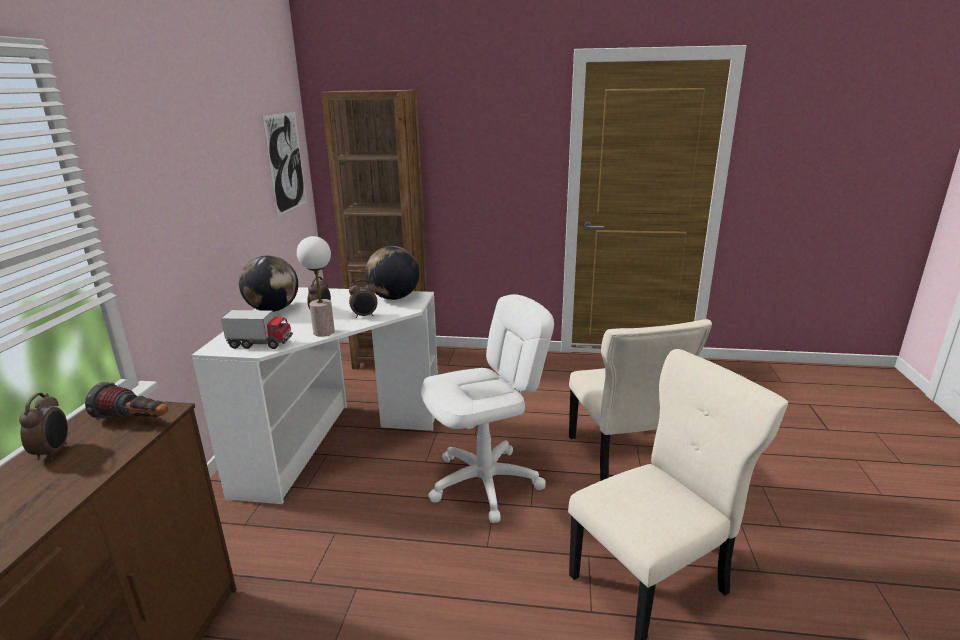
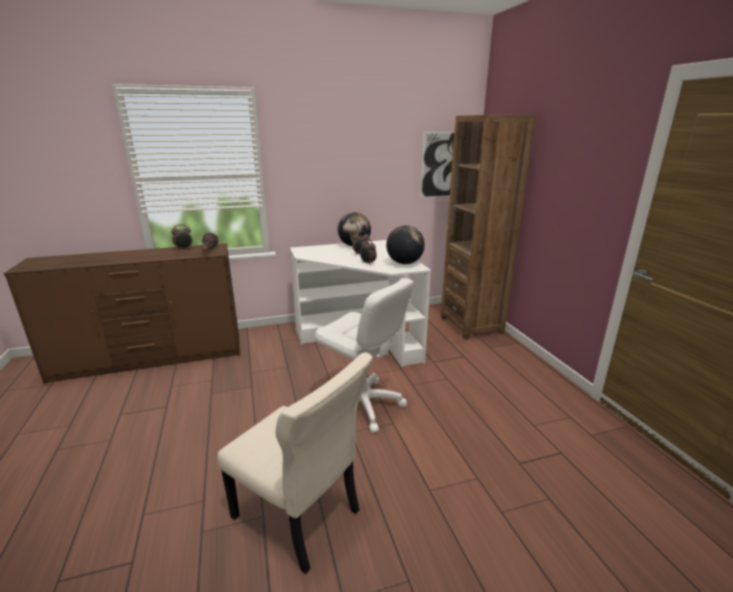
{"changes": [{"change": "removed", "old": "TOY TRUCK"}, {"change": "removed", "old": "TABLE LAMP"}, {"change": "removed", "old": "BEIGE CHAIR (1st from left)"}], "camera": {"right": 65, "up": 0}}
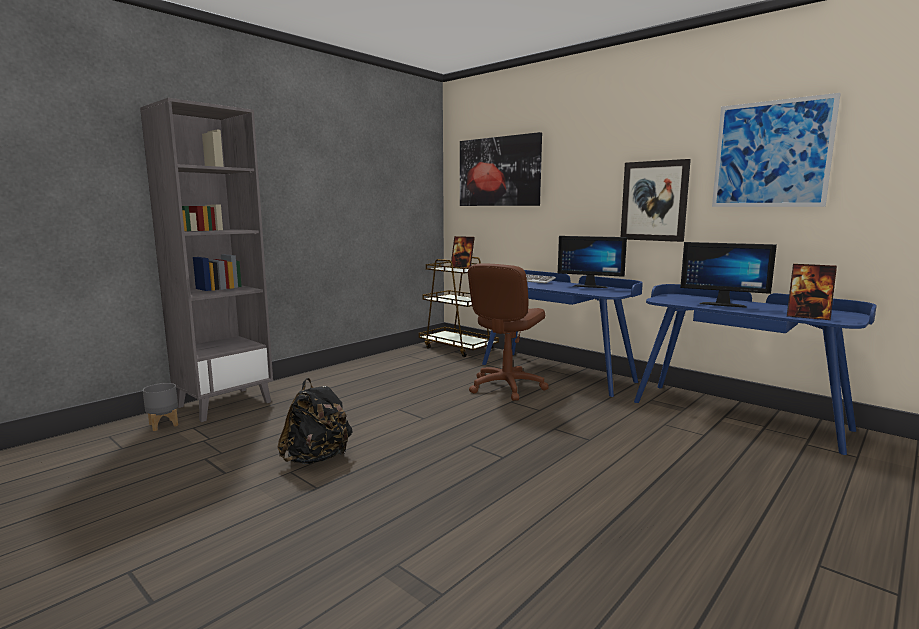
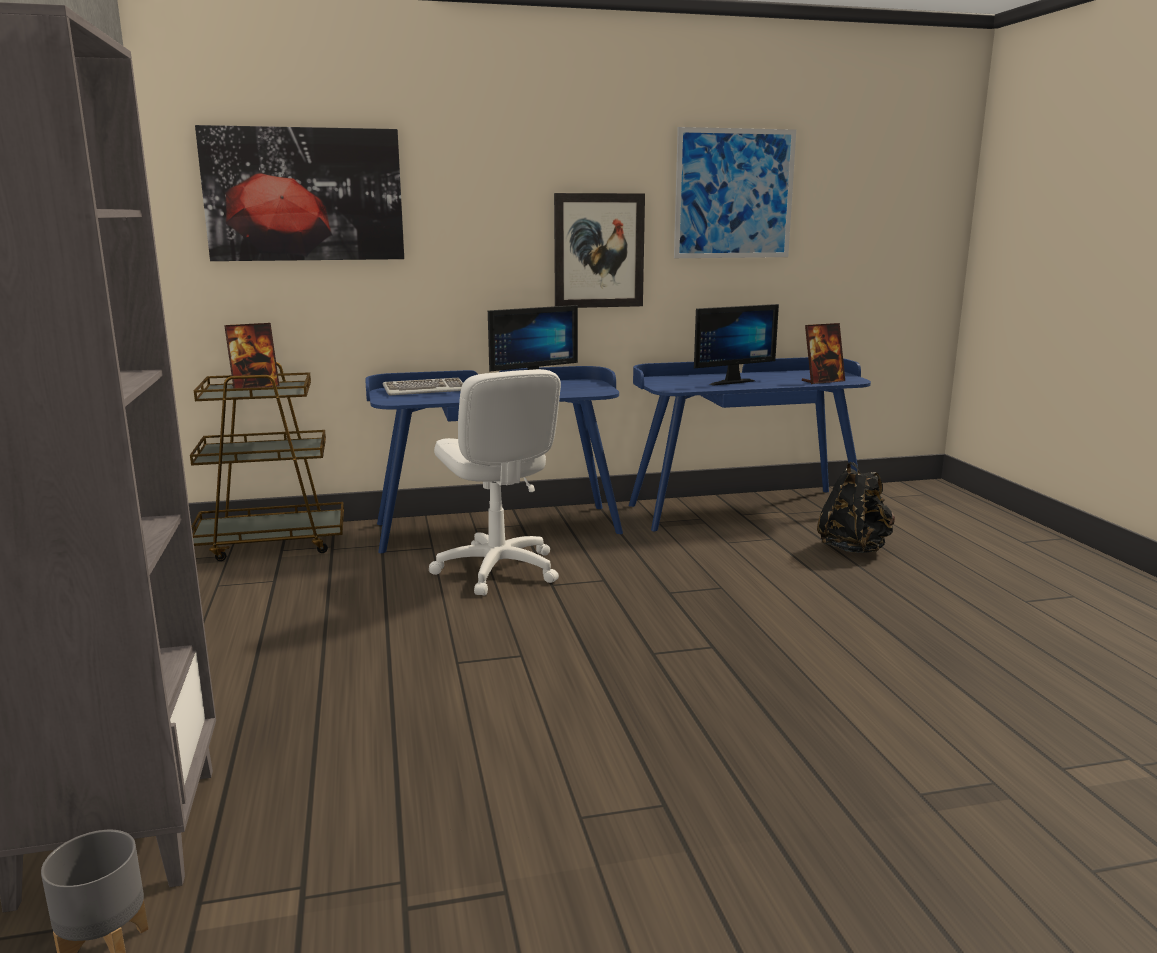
{"changes": [{"change": "moved", "old": "BLACK BACKPACK"}, {"change": "recoloured", "old": "BROWN OFFICE CHAIR", "new": "WHITE OFFICE CHAIR"}], "camera": {"right": -55, "up": 5}}
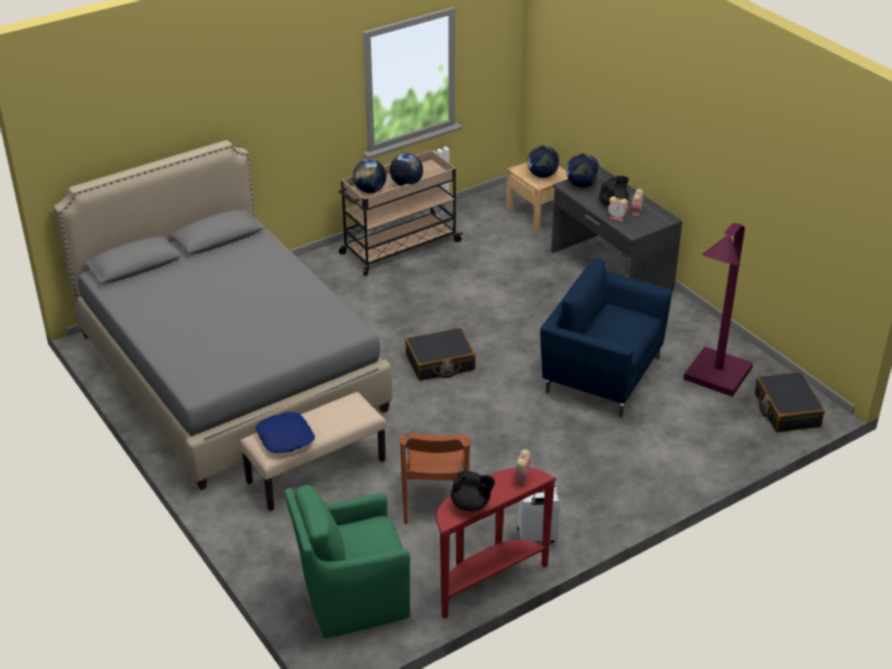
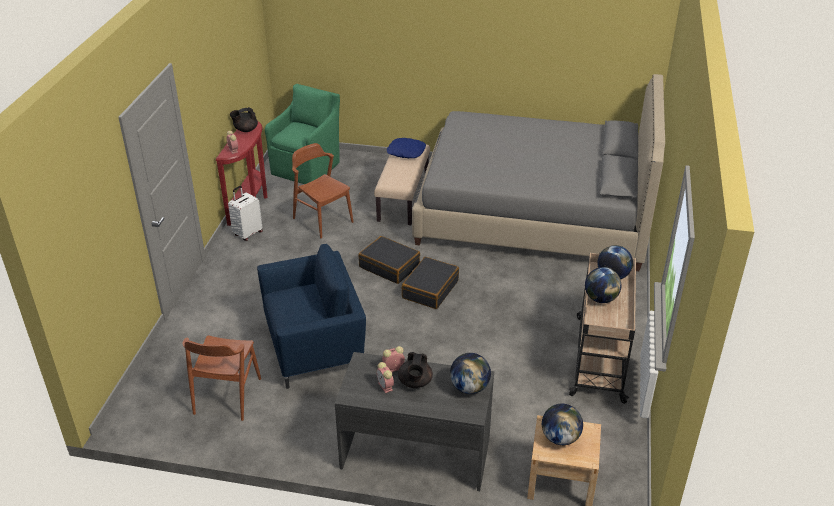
{"changes": [{"change": "replaced", "old": "PURPLE FLOOR LAMP", "new": "BROWN CHAIR (1st from left)"}, {"change": "moved", "old": "BLACK SUITCASE (2nd from left in the first image)", "new": "BLACK SUITCASE (1st from left)"}], "camera": {"right": 135, "up": 0}}
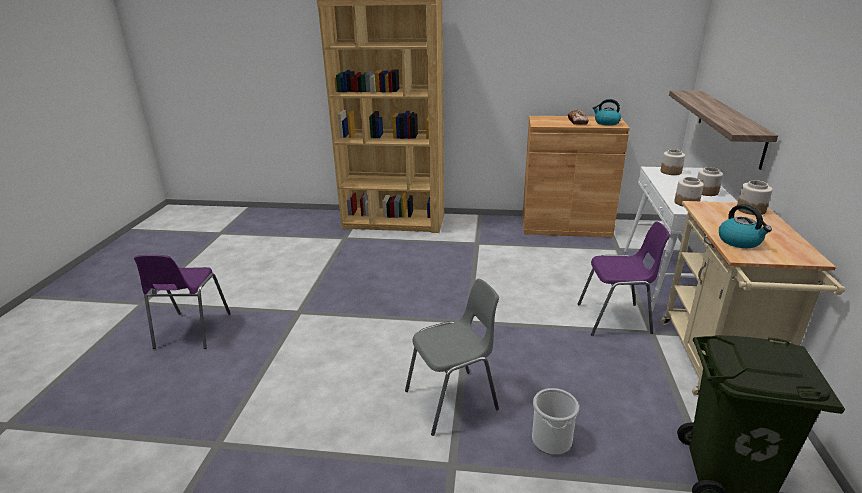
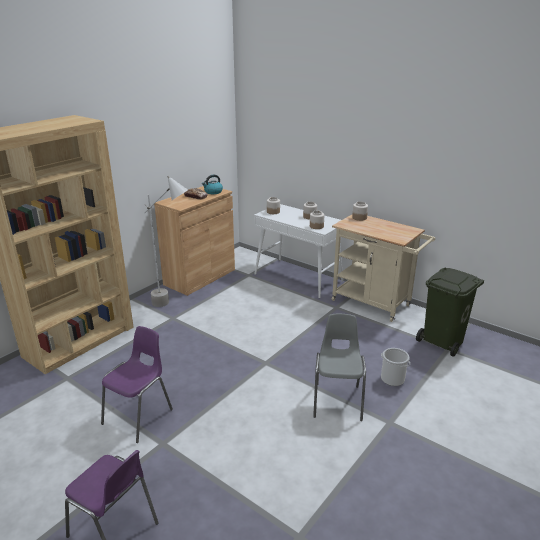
{"changes": [{"change": "moved", "old": "PURPLE CHAIR (2nd from left)"}, {"change": "removed", "old": "SHELF"}, {"change": "removed", "old": "KETTLE (2nd from left)"}, {"change": "added", "new": "GREY FLOOR LAMP"}], "camera": {"right": -60, "up": 0}}
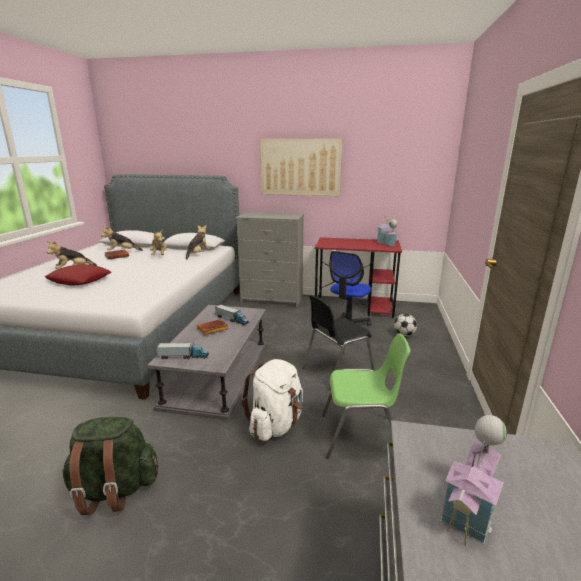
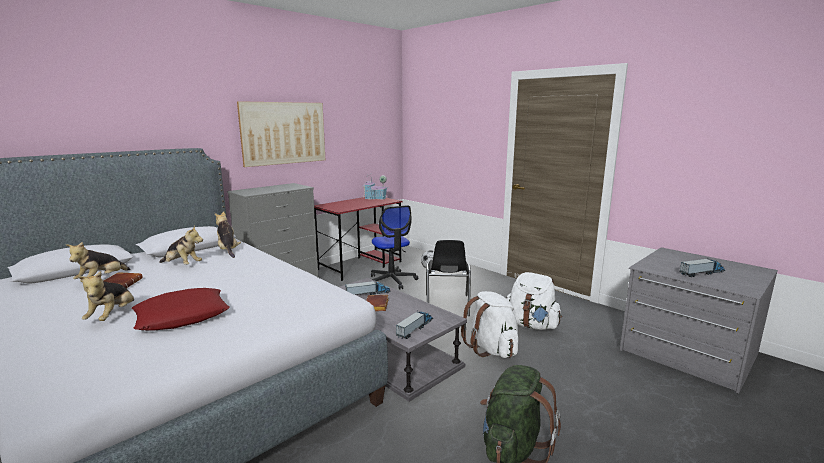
{"changes": [{"change": "replaced", "old": "GREEN CHAIR", "new": "WHITE BACKPACK (2nd from left)"}, {"change": "replaced", "old": "TOY HOUSE (2nd from left)", "new": "TOY TRUCK (3rd from left)"}], "camera": {"right": -55, "up": -5}}
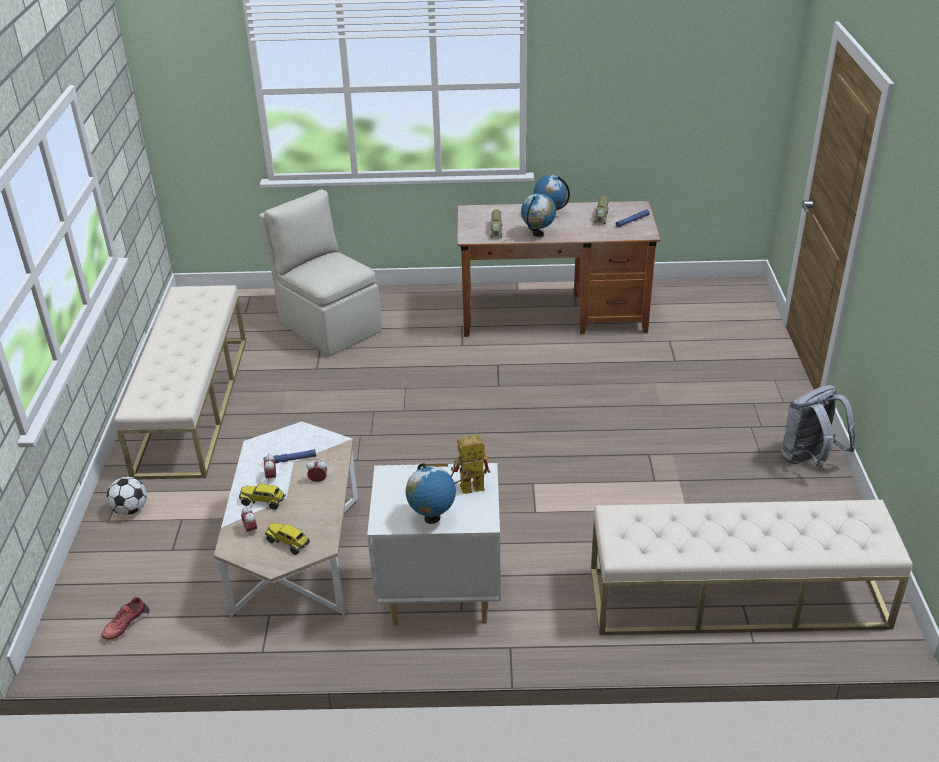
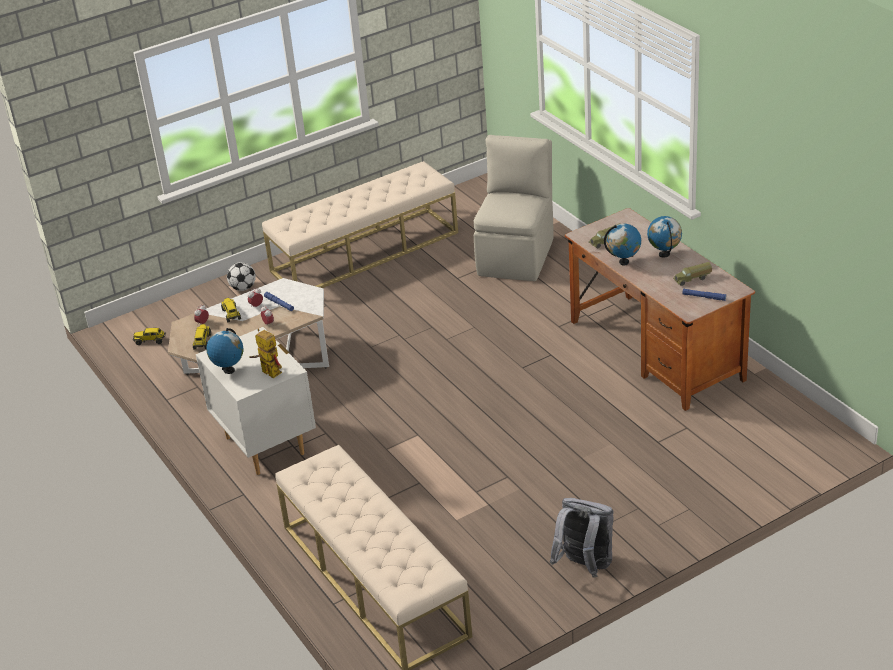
{"changes": [{"change": "replaced", "old": "RED SHOE", "new": "TOY TRUCK (1st from left)"}], "camera": {"right": 60, "up": 0}}
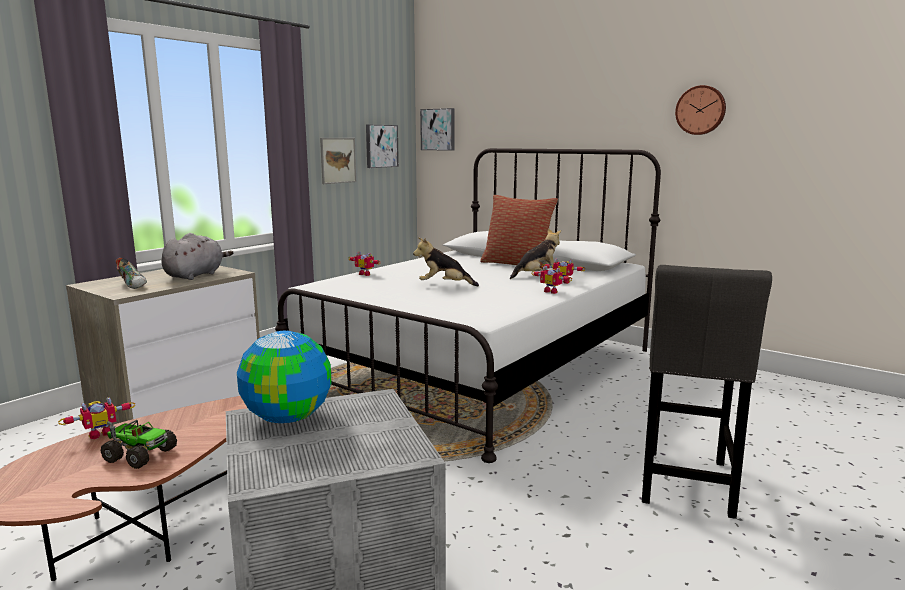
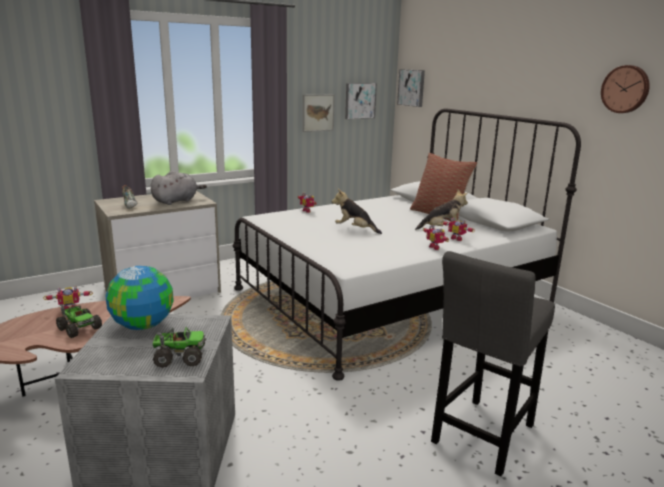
{"changes": [{"change": "added", "new": "TOY TRUCK (2nd from left)"}], "camera": {"right": 20, "up": 5}}
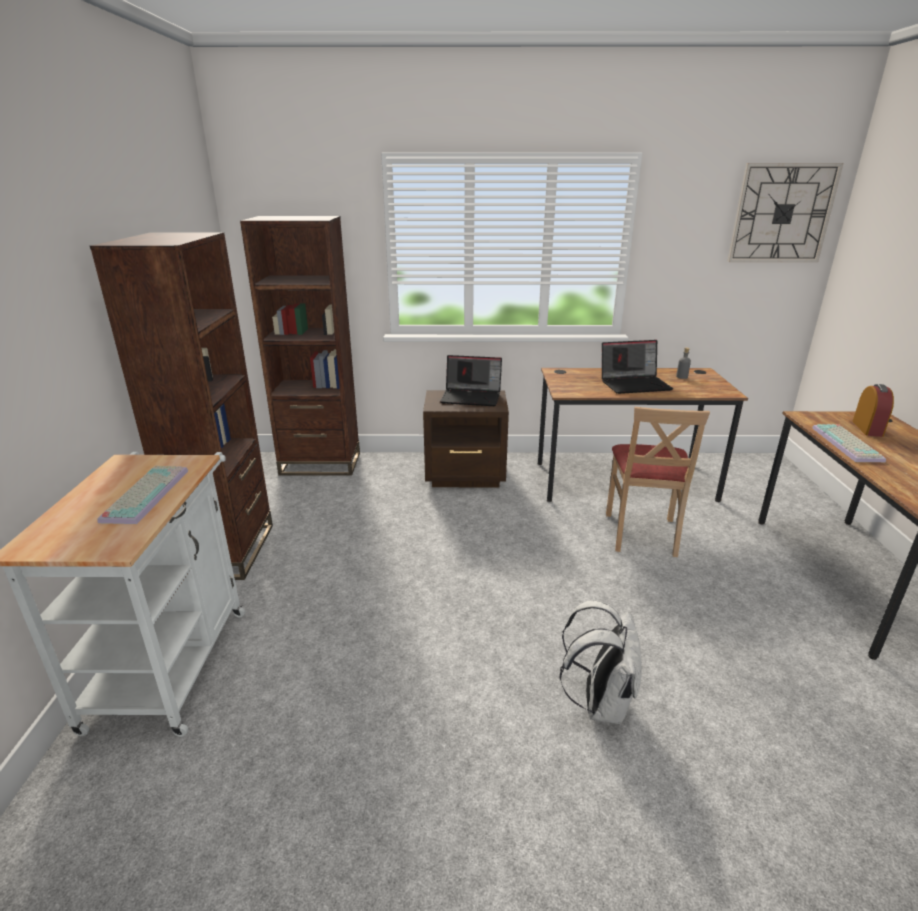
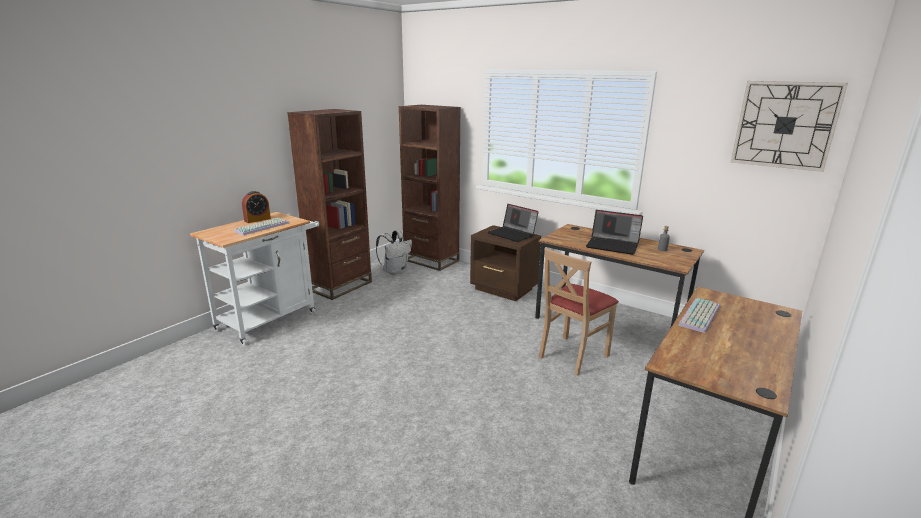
{"changes": [{"change": "moved", "old": "WHITE BACKPACK"}, {"change": "moved", "old": "ALARM CLOCK"}], "camera": {"right": 35, "up": -5}}
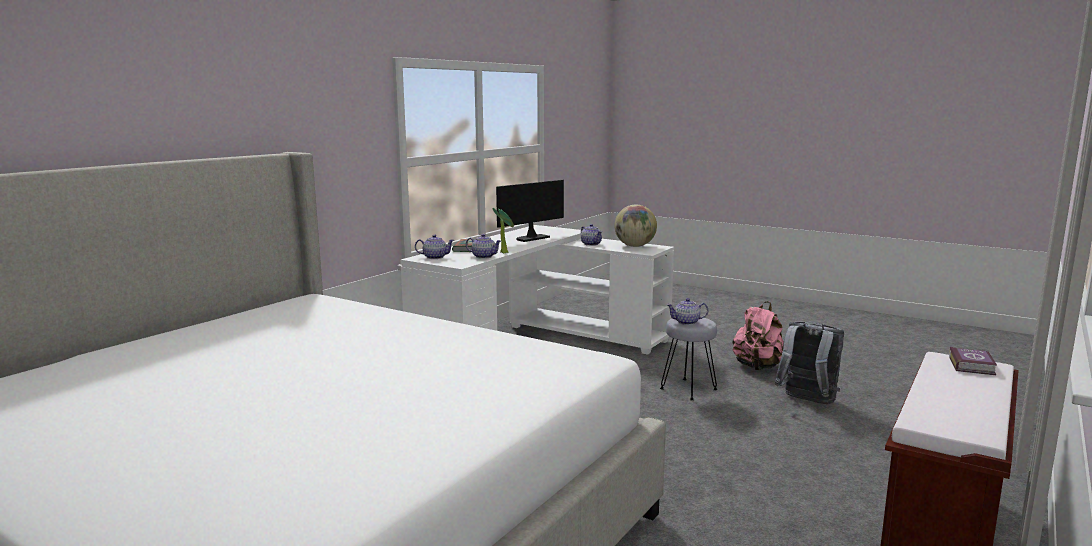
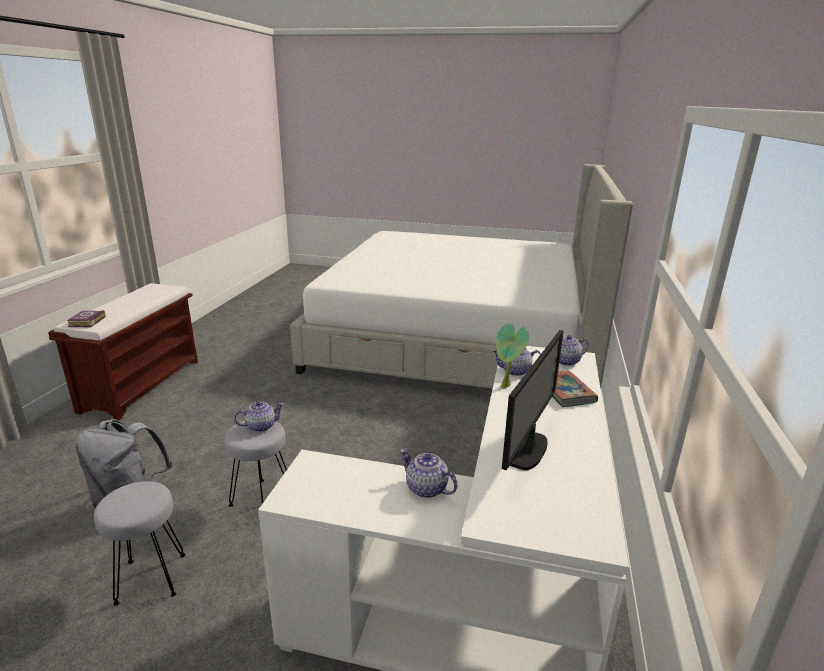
{"changes": [{"change": "removed", "old": "GLOBE"}, {"change": "replaced", "old": "PINK BACKPACK", "new": "GREY STOOL (1st from left)"}], "camera": {"right": 160, "up": 10}}
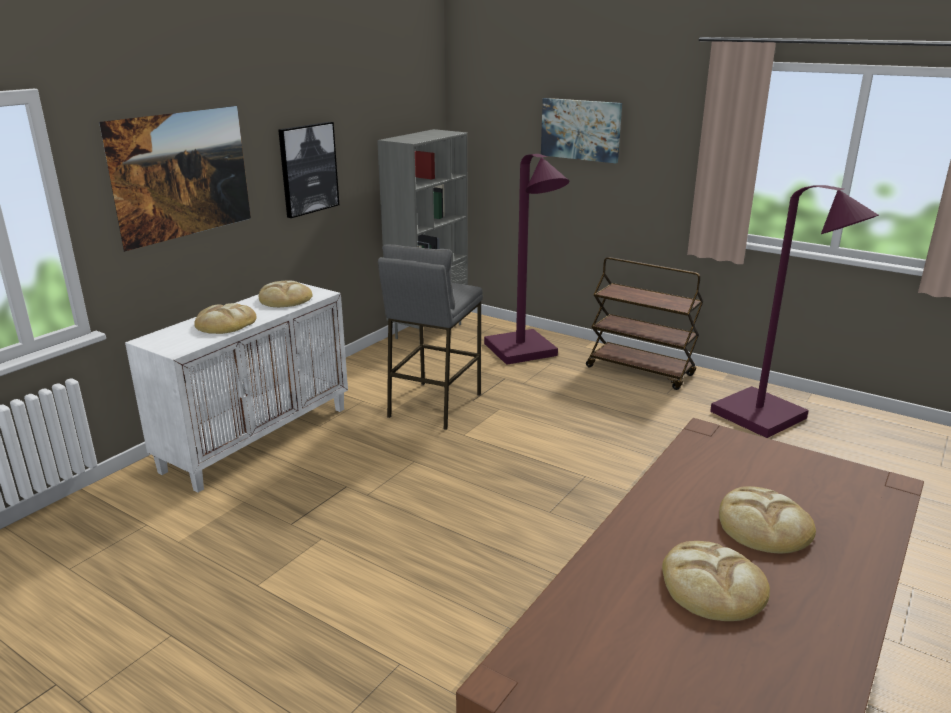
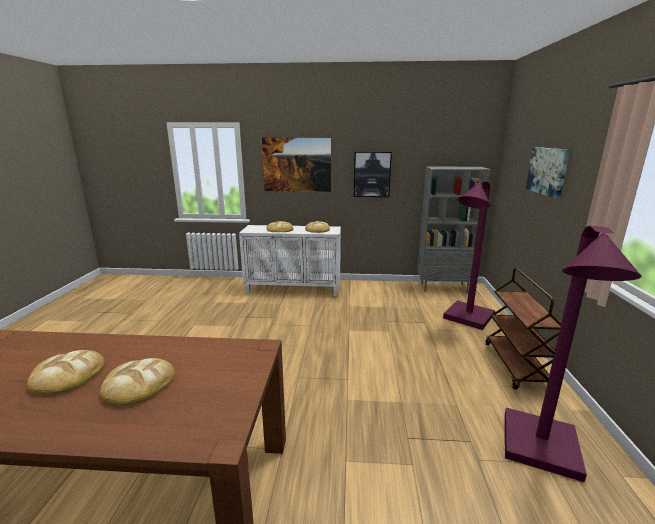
{"changes": [{"change": "removed", "old": "GREY STOOL"}], "camera": {"right": 60, "up": -5}}
